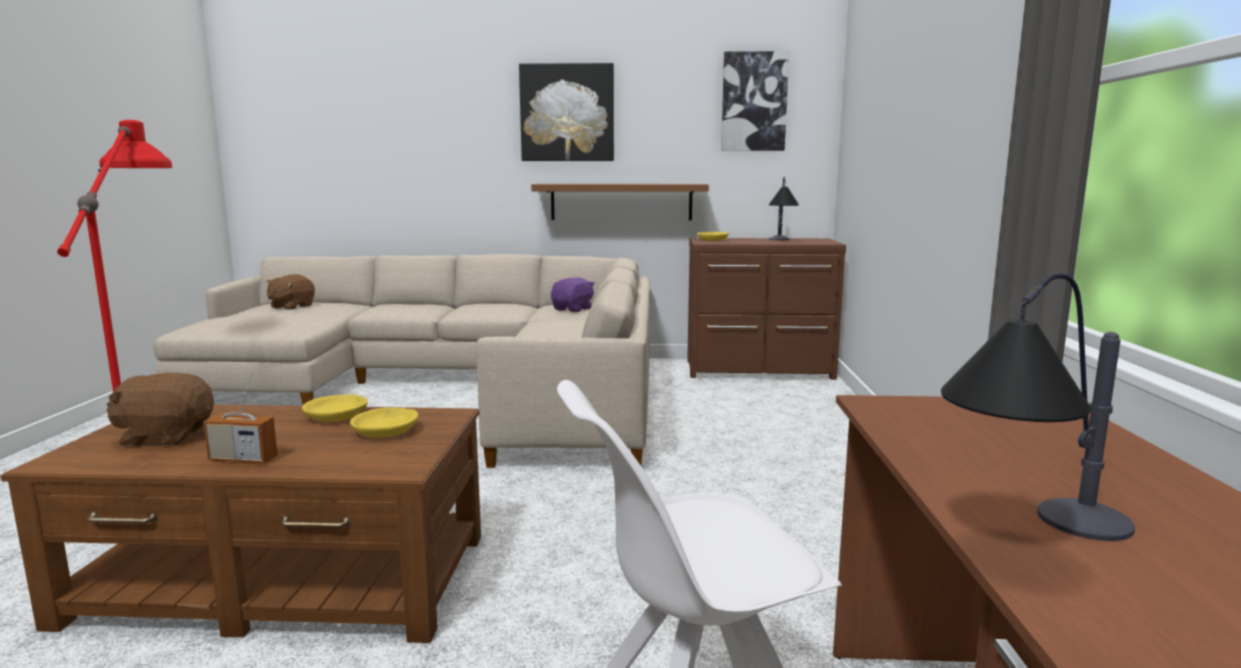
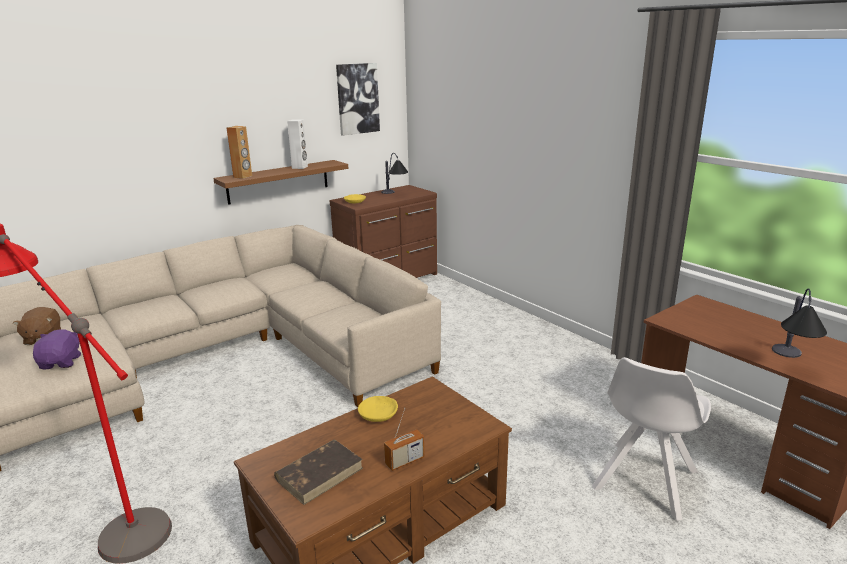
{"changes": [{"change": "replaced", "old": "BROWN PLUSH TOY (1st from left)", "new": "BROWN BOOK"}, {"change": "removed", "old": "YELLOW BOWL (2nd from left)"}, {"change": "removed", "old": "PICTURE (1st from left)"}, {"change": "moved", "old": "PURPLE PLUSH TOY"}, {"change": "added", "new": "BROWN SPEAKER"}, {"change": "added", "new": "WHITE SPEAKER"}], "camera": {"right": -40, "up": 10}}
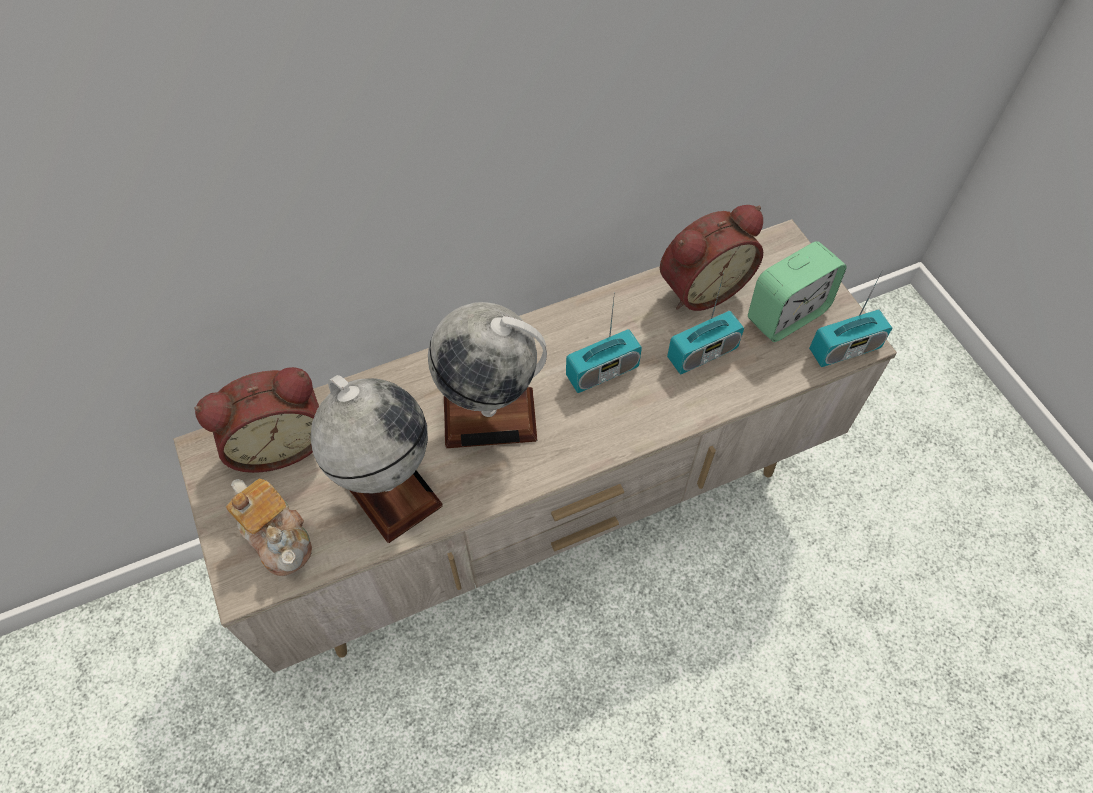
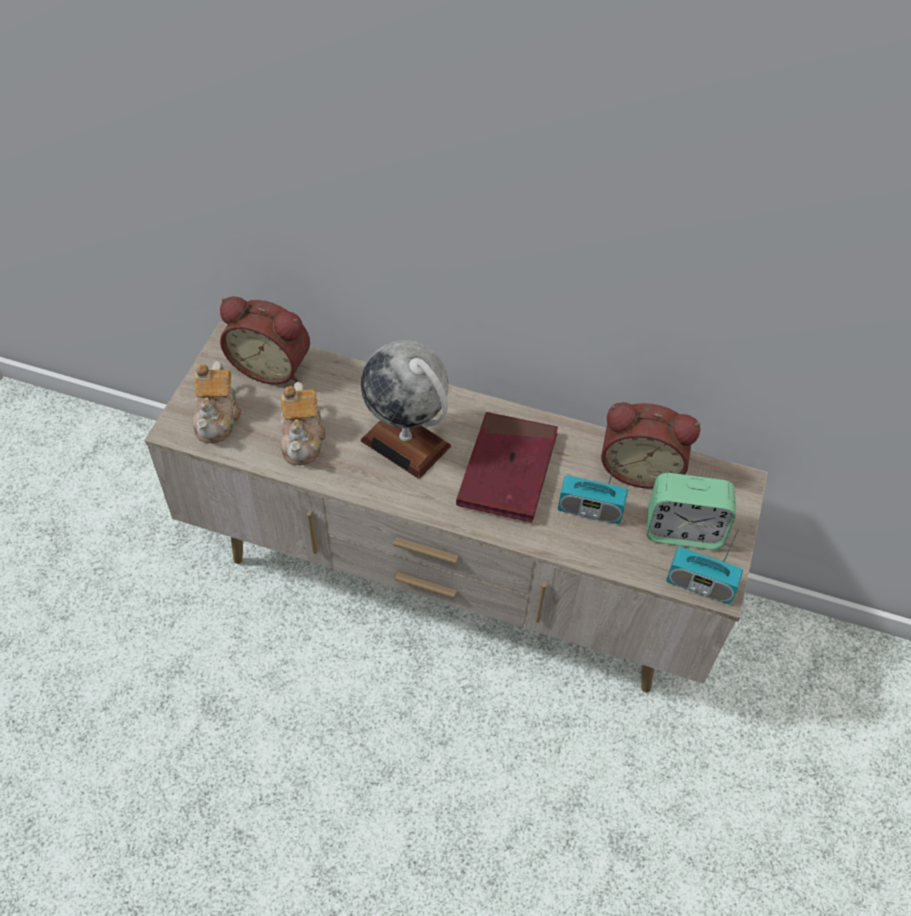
{"changes": [{"change": "replaced", "old": "GLOBE (1st from left)", "new": "TEAPOT (2nd from left)"}, {"change": "replaced", "old": "RADIO (1st from left)", "new": "RED BOOK"}], "camera": {"right": 40, "up": -5}}
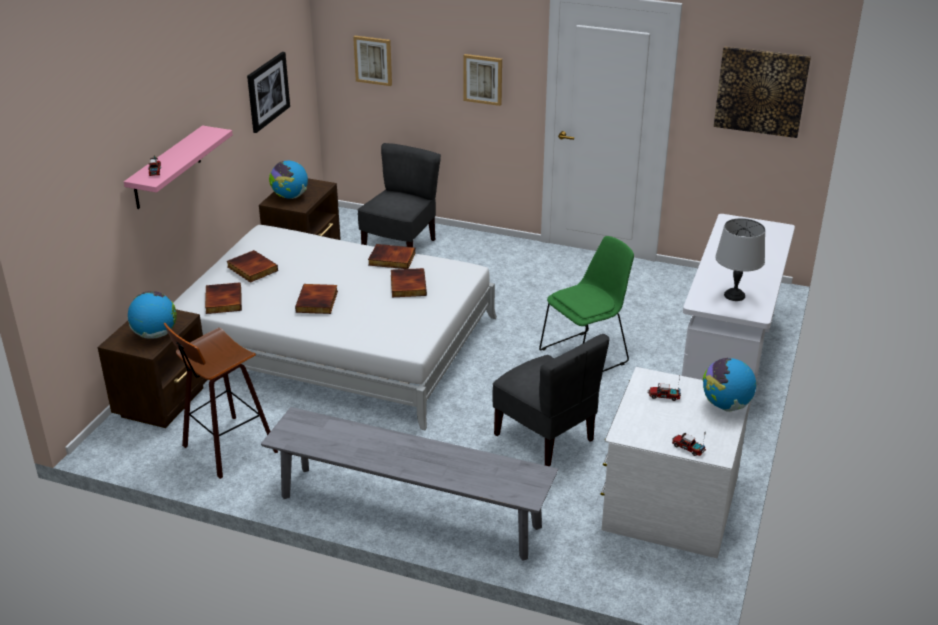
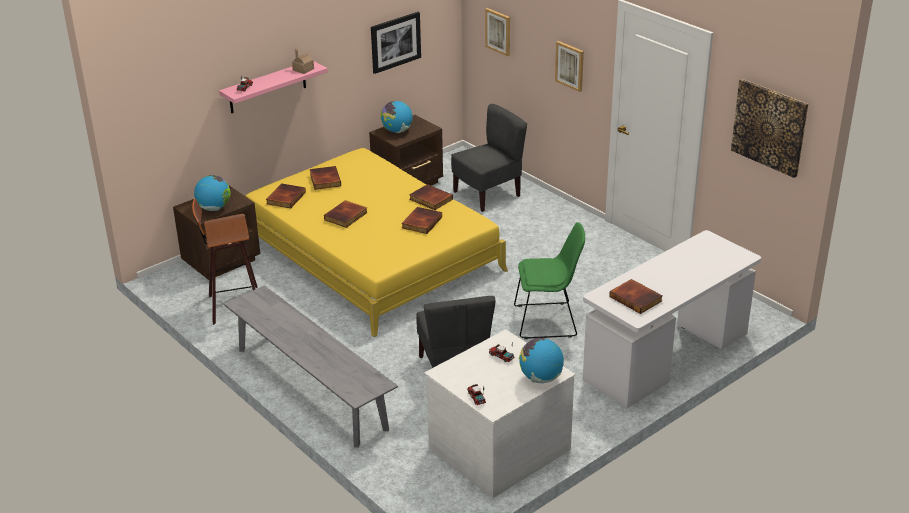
{"changes": [{"change": "recoloured", "old": "WHITE BED", "new": "YELLOW BED"}, {"change": "replaced", "old": "GREY TABLE LAMP", "new": "BOOK (6th from left)"}, {"change": "added", "new": "TOY HOUSE"}], "camera": {"right": 30, "up": 0}}
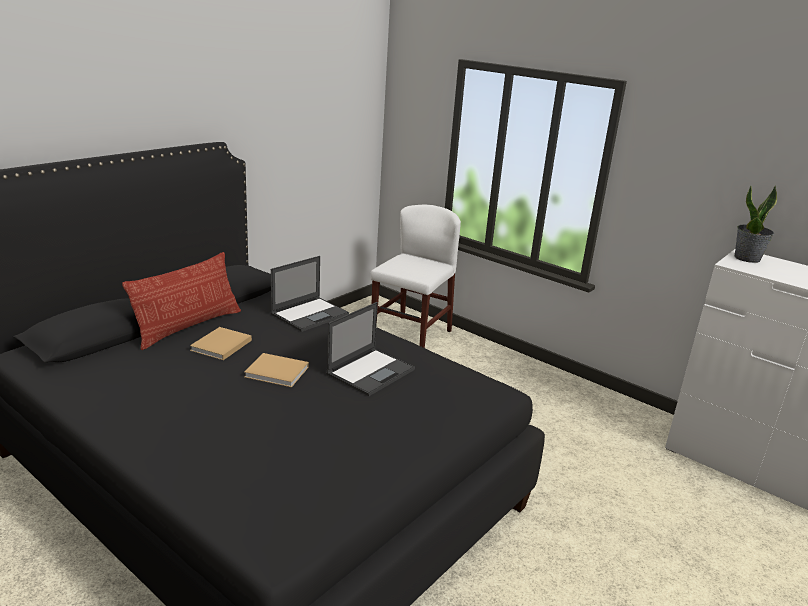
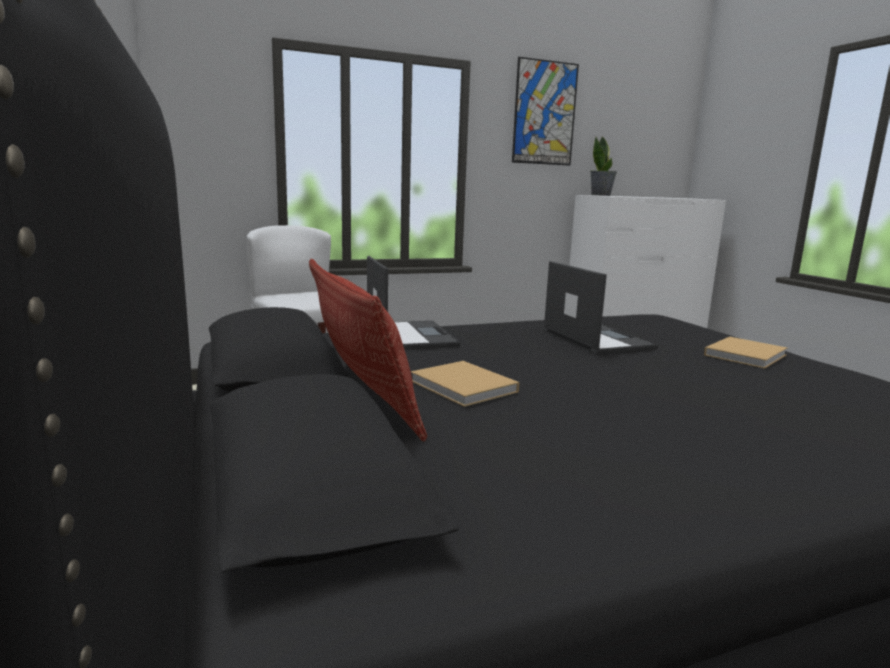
{"changes": [{"change": "moved", "old": "BEIGE BOOK (2nd from left)"}, {"change": "added", "new": "PICTURE"}], "camera": {"right": -60, "up": -10}}
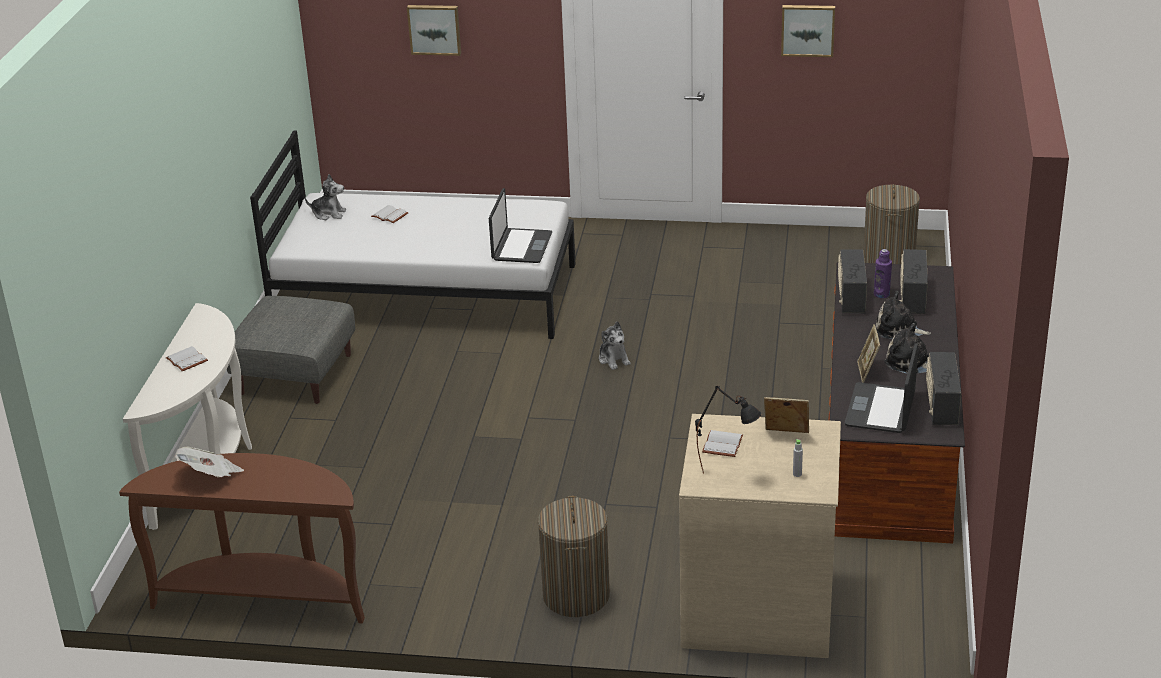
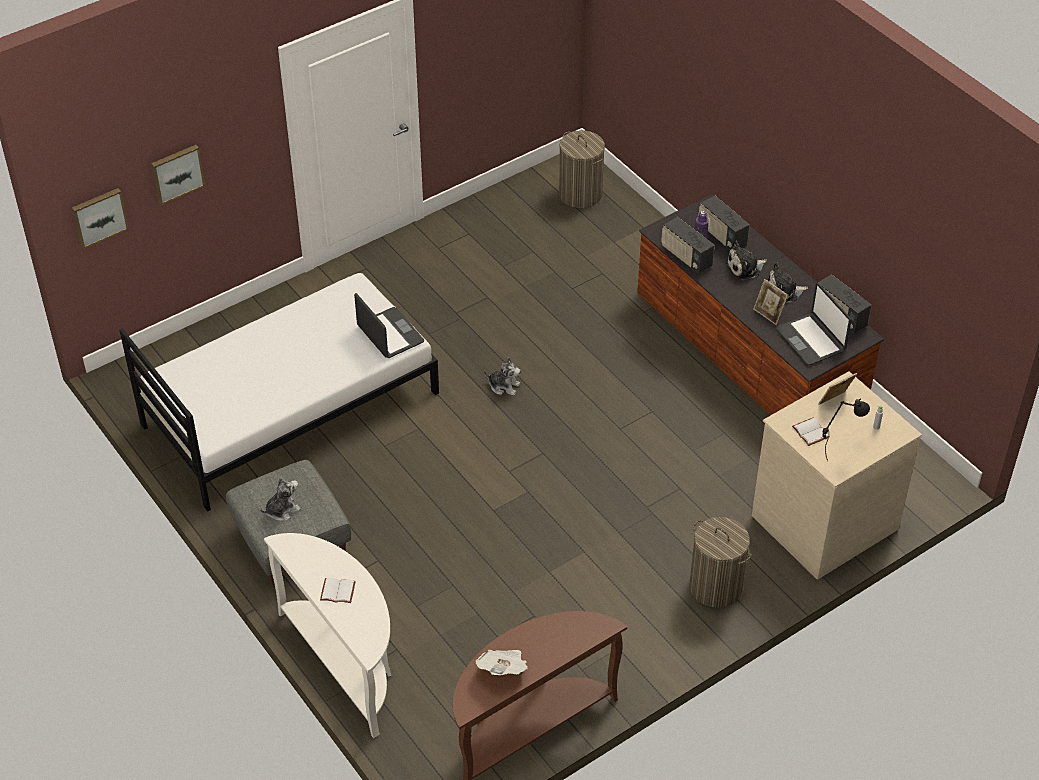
{"changes": [{"change": "moved", "old": "PLUSH TOY (1st from left)"}, {"change": "removed", "old": "WHITE BOOK (2nd from left)"}, {"change": "moved", "old": "PICTURE (2nd from left in the first image)", "new": "PICTURE (1st from left)"}], "camera": {"right": -45, "up": 15}}
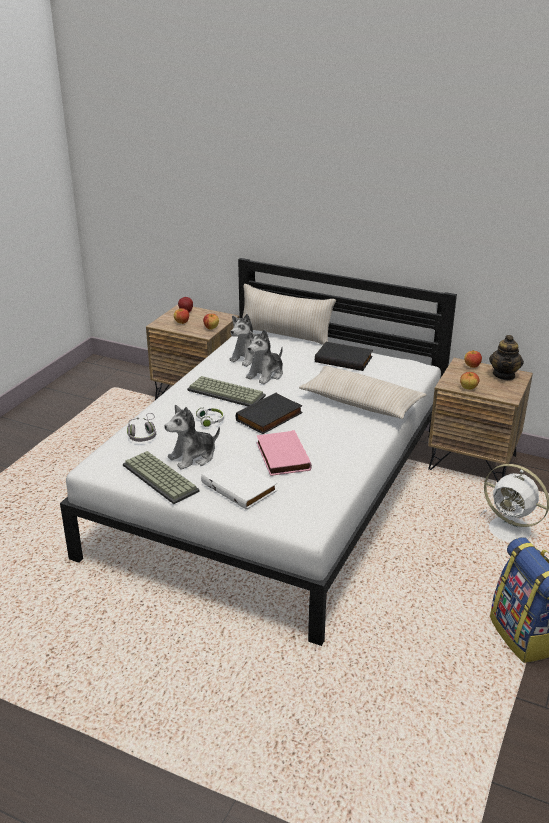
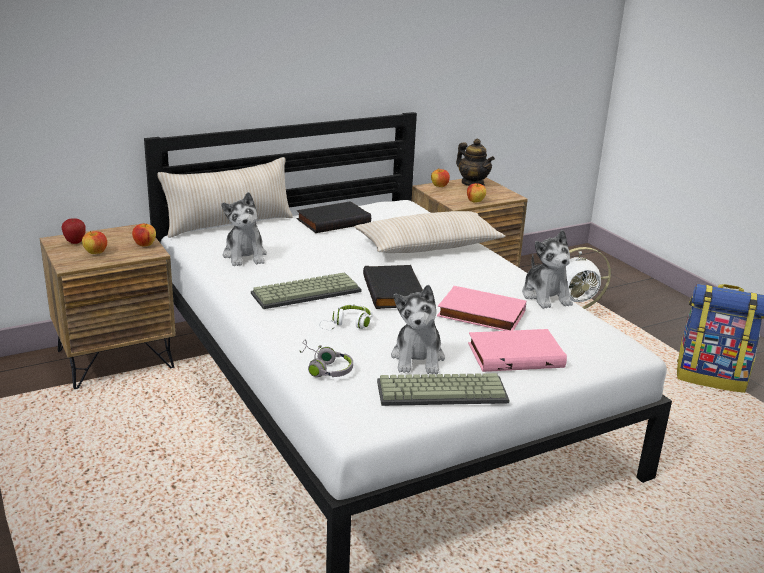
{"changes": [{"change": "recoloured", "old": "WHITE BOOK", "new": "PINK BOOK (2nd from left)"}, {"change": "moved", "old": "PLUSH TOY (3rd from left)"}], "camera": {"right": -55, "up": -5}}
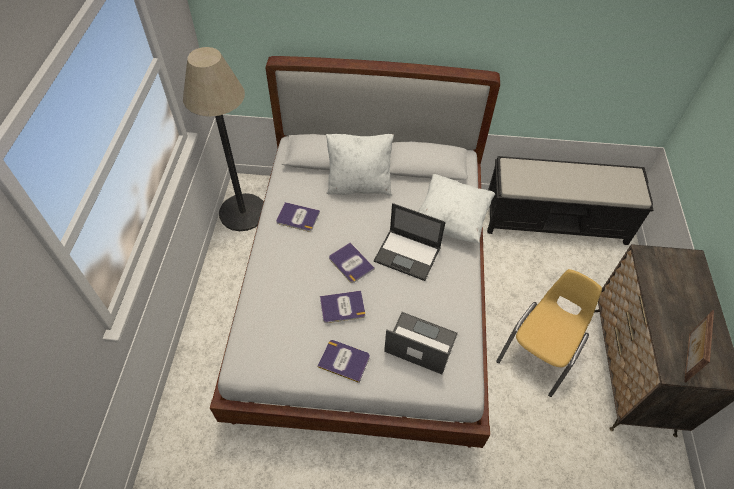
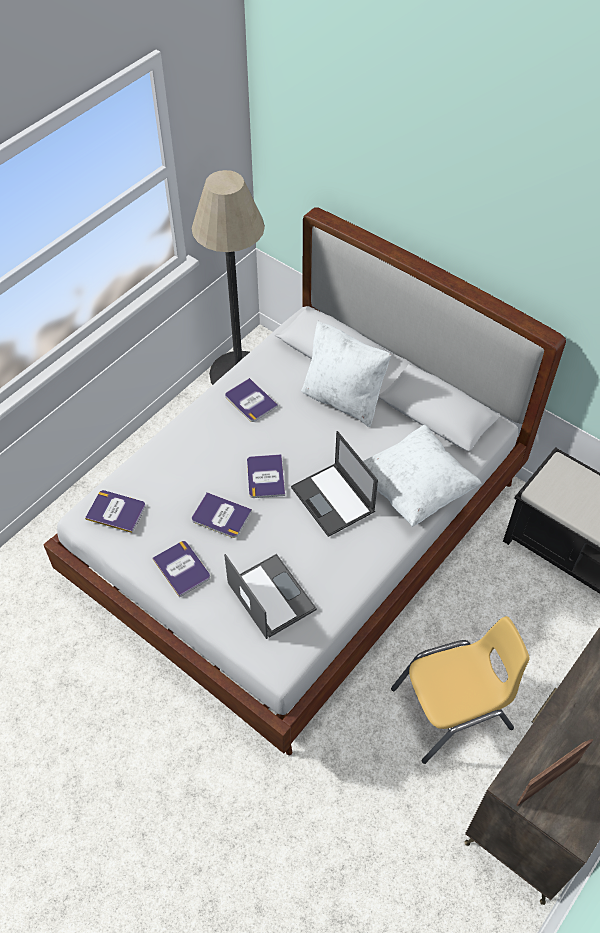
{"changes": [{"change": "added", "new": "BOOK (1st from left)"}], "camera": {"right": 35, "up": 0}}
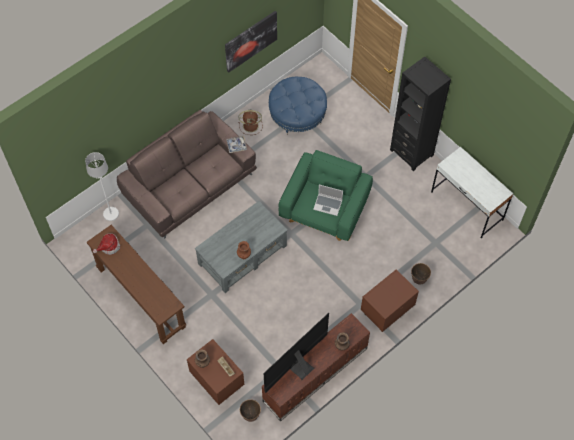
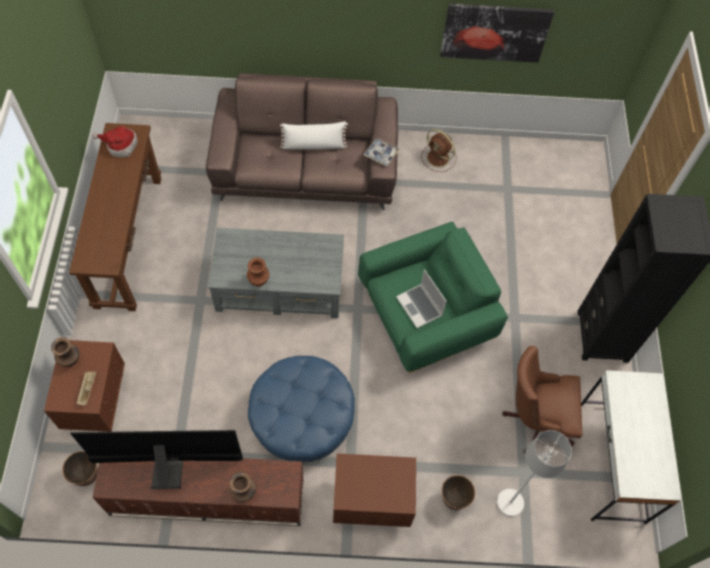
{"changes": [{"change": "moved", "old": "WHITE FLOOR LAMP"}, {"change": "moved", "old": "BLUE OTTOMAN"}, {"change": "added", "new": "WHITE PILLOW"}, {"change": "added", "new": "BROWN OFFICE CHAIR"}], "camera": {"right": 40, "up": 0}}
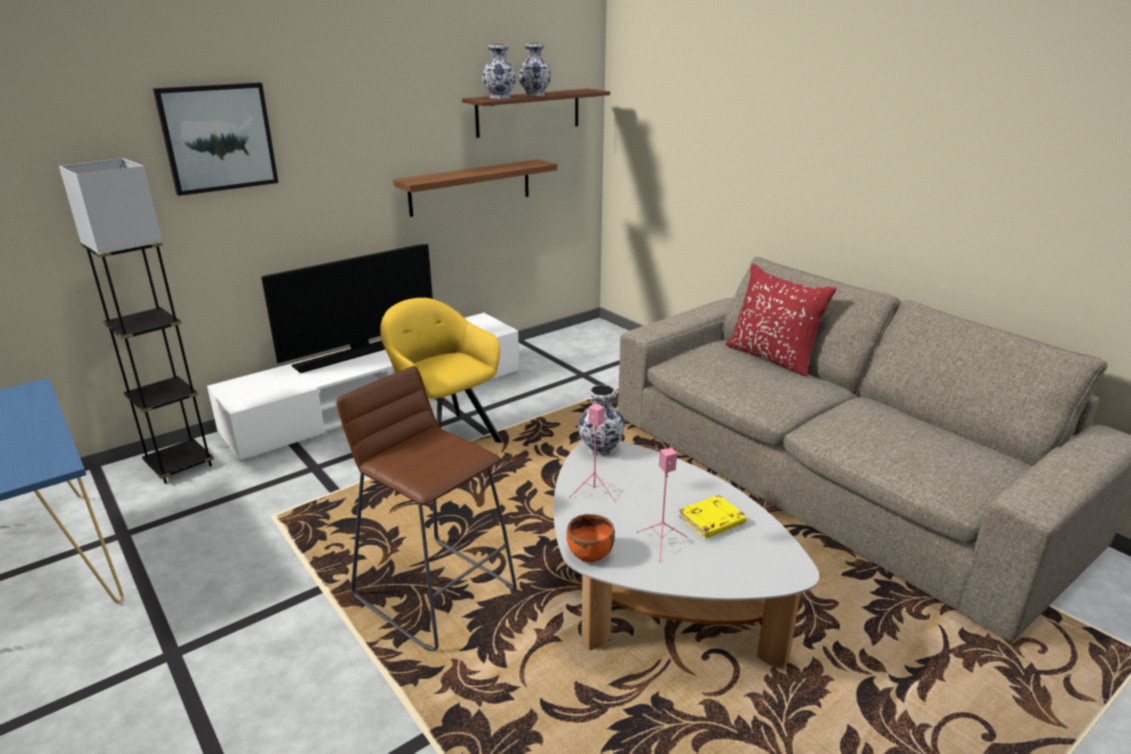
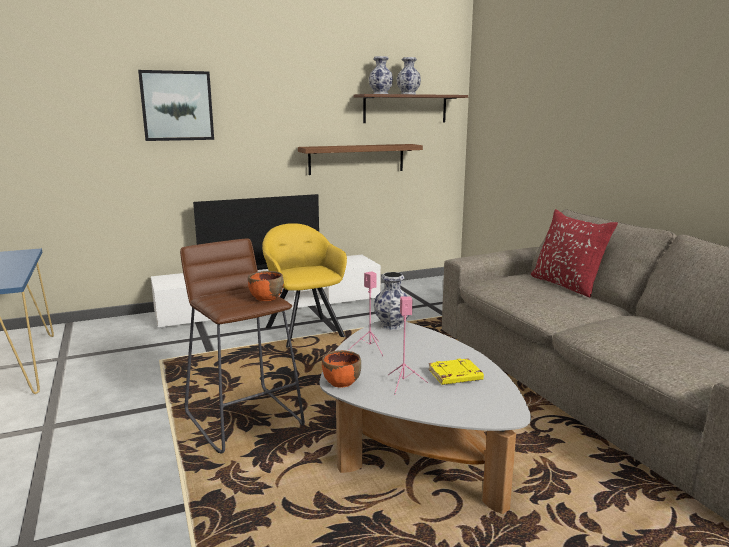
{"changes": [{"change": "removed", "old": "GREY FLOOR LAMP"}, {"change": "added", "new": "ORANGE BOWL (1st from left)"}], "camera": {"right": 15, "up": -10}}
